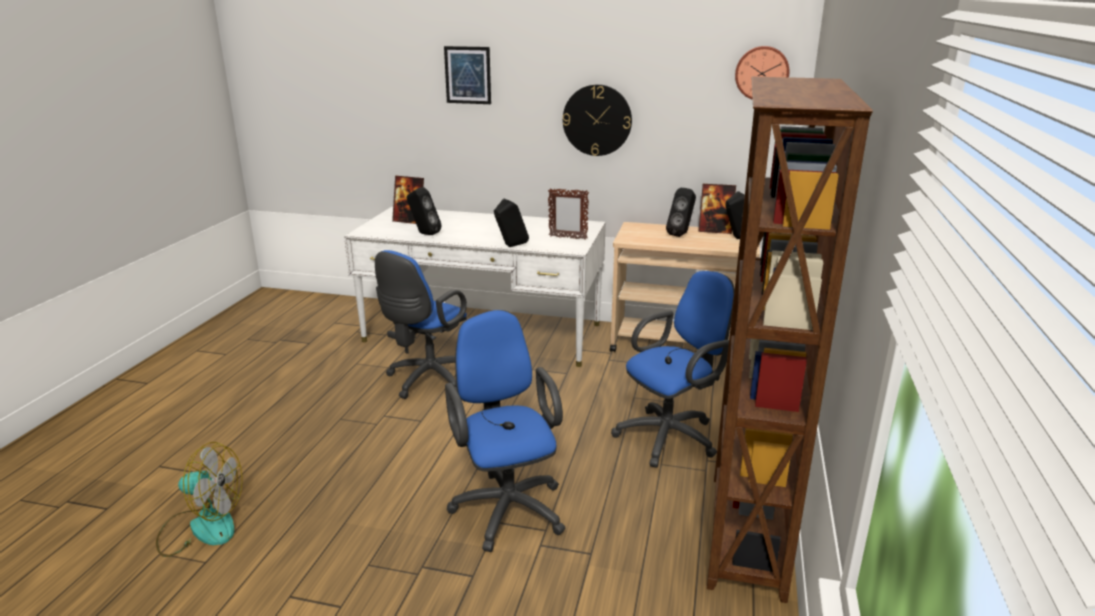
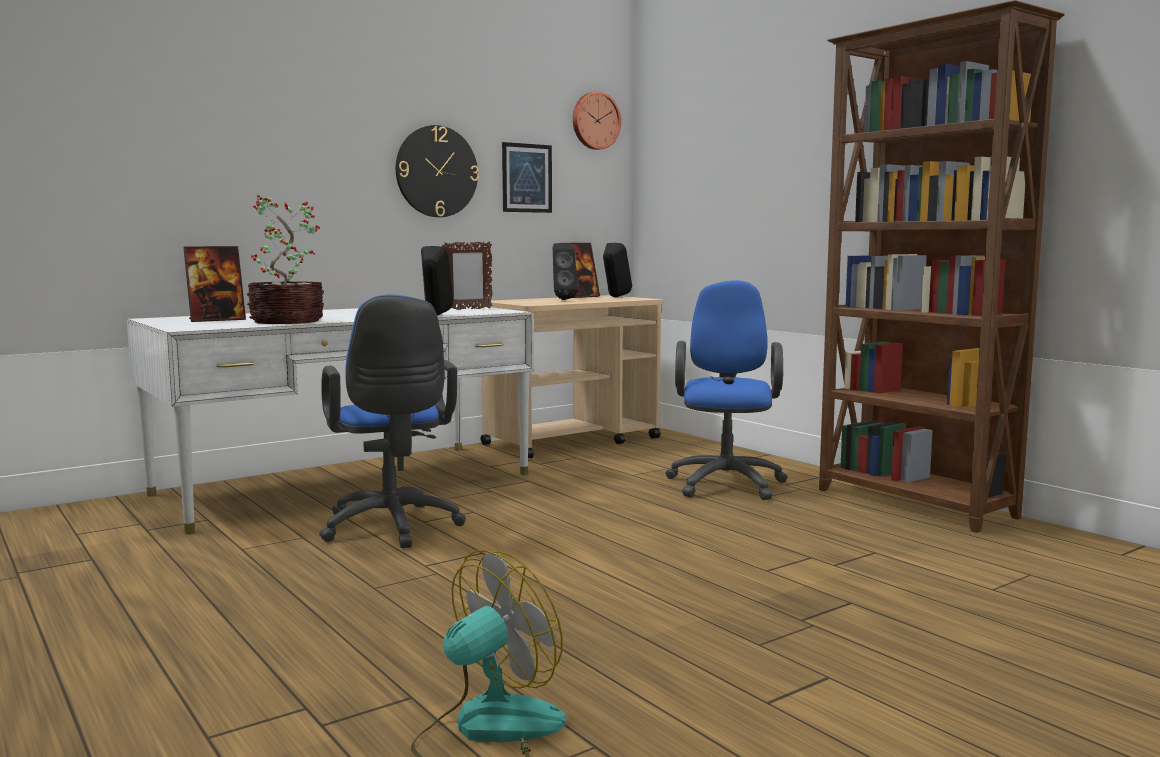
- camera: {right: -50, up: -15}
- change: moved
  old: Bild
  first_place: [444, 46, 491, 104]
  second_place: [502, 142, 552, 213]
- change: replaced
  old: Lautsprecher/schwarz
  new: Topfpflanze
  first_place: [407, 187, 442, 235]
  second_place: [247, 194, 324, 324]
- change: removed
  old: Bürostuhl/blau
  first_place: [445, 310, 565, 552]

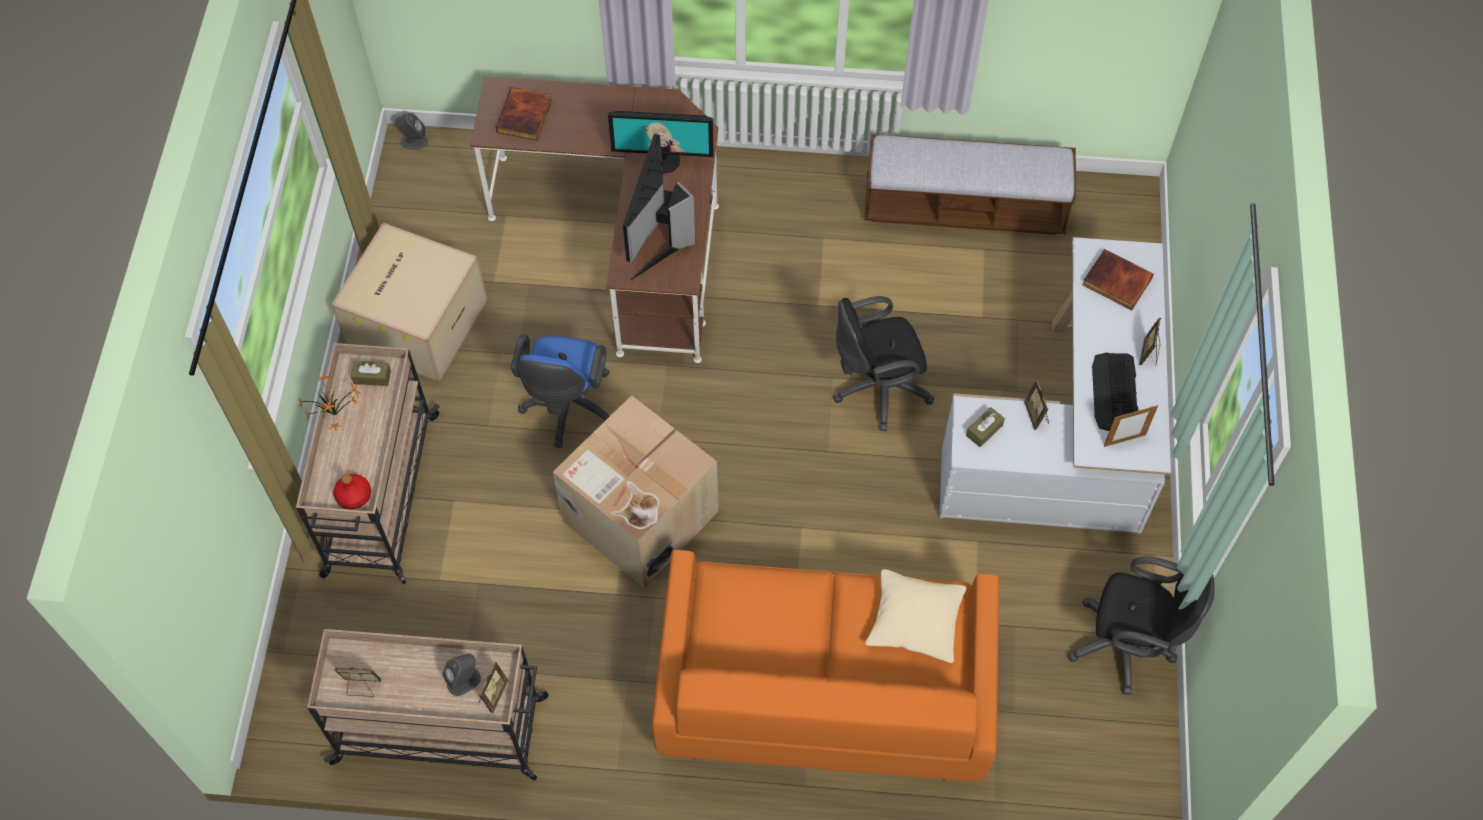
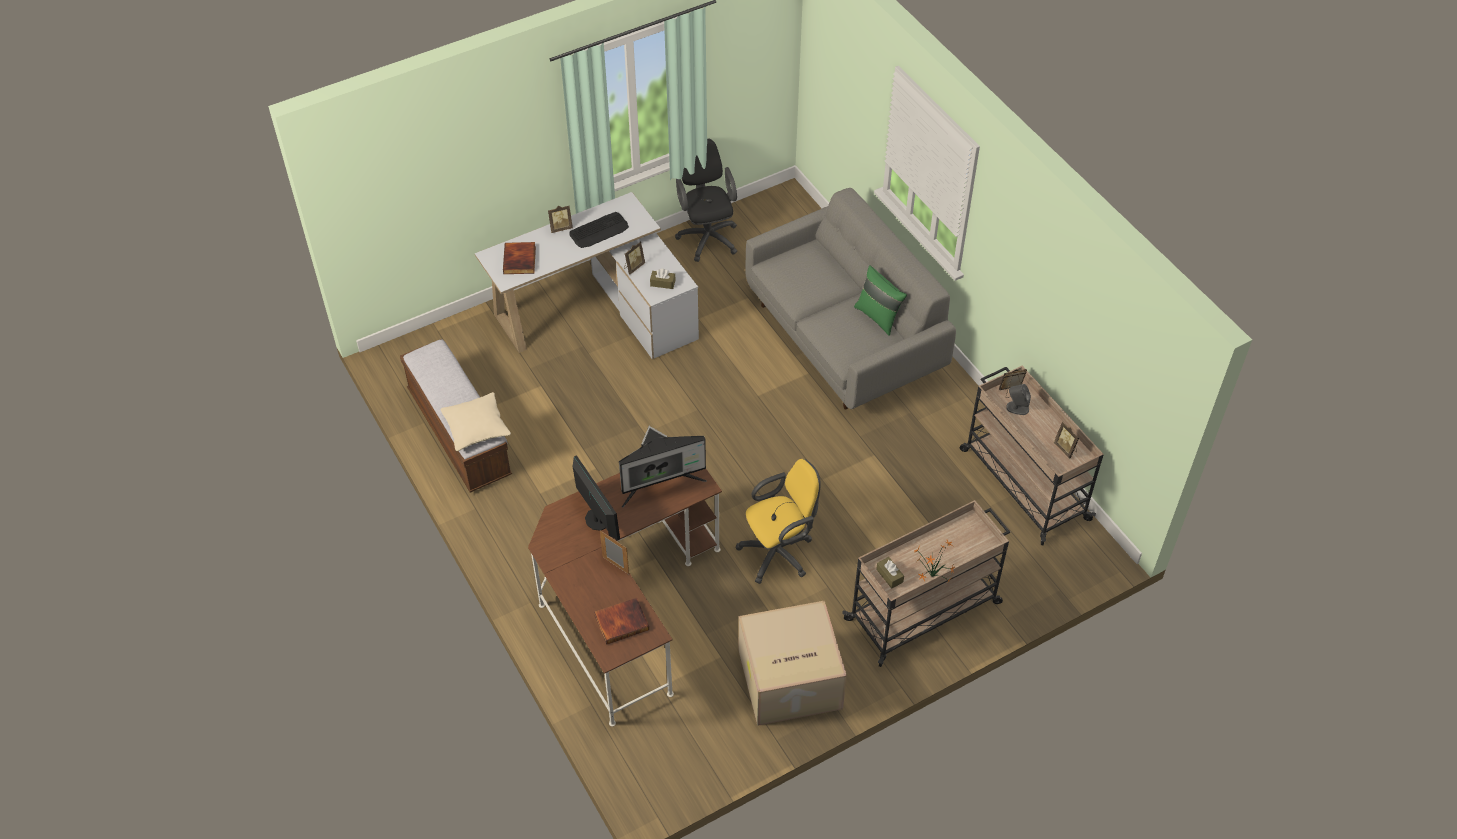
- camera: {right: -125, up: -10}
- change: removed
  old: Lautsprecher/grau
  first_place: [395, 113, 428, 149]
- change: removed
  old: Bürostuhl/schwarz
  first_place: [833, 296, 934, 431]
- change: recoloured
  old: Bürostuhl/blau
  new: Bürostuhl/gelb
  first_place: [511, 335, 610, 448]
  second_place: [735, 459, 821, 584]
- change: removed
  old: Karton
  first_place: [553, 395, 718, 588]
- change: moved
  old: Bilderrahmen
  first_place: [1104, 405, 1158, 447]
  second_place: [600, 530, 629, 574]
- change: removed
  old: Flasche/rot
  first_place: [334, 474, 371, 509]
- change: recoloured
  old: Sofa/orange
  new: Sofa/grau
  first_place: [652, 550, 999, 781]
  second_place: [745, 188, 956, 410]
- change: moved
  old: Kissen/beige
  first_place: [865, 569, 966, 663]
  second_place: [441, 392, 511, 451]
- change: added
  new: Kissen/grün
  second_place: [854, 265, 907, 336]

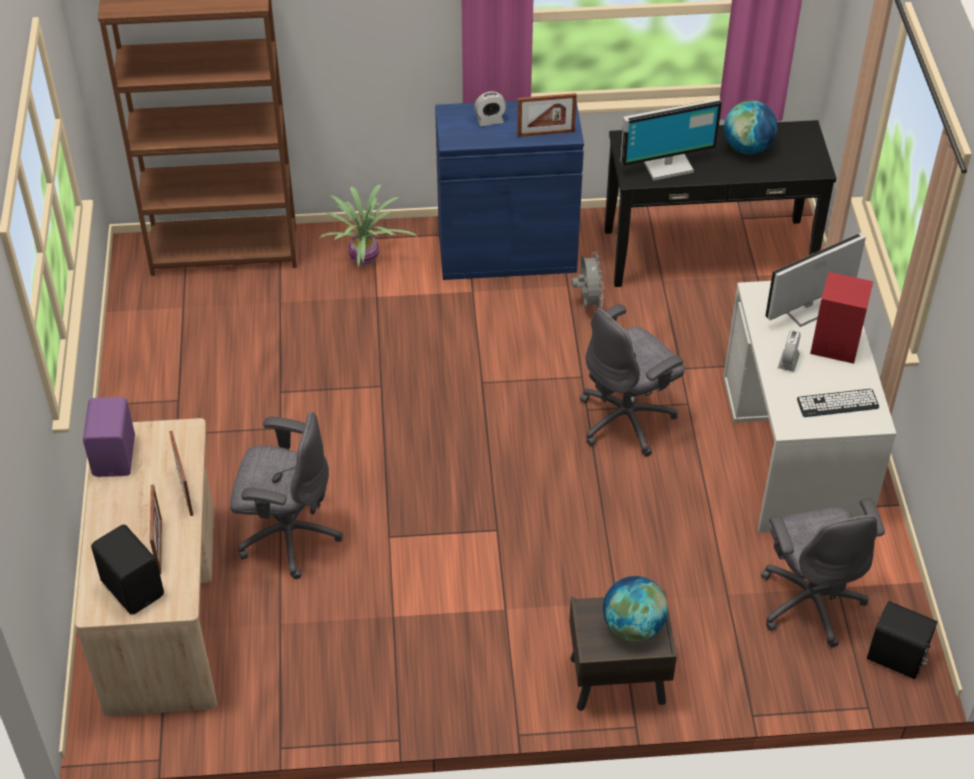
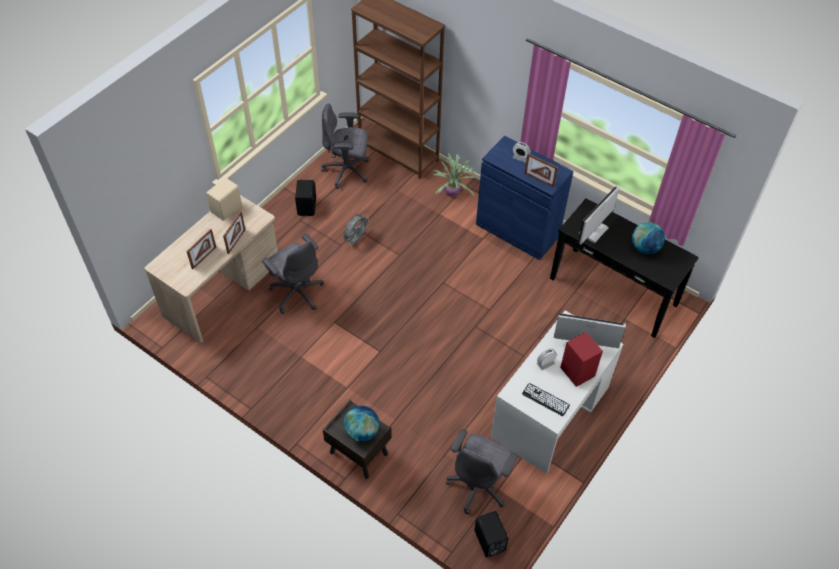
- camera: {right: 40, up: 5}
- change: turned
  old: Monitor
  first_place: [620, 98, 722, 181]
  second_place: [578, 185, 620, 245]
  degrees: 105
- change: moved
  old: Ventilator/grau
  first_place: [572, 252, 604, 308]
  second_place: [343, 214, 369, 246]
- change: moved
  old: Bürostuhl/grau
  first_place: [580, 304, 685, 456]
  second_place: [321, 103, 369, 189]
- change: recoloured
  old: Lautsprecher/lila
  new: Lautsprecher/beige
  first_place: [83, 397, 135, 477]
  second_place: [206, 178, 242, 221]
- change: moved
  old: Lautsprecher/schwarz
  first_place: [91, 524, 164, 615]
  second_place: [295, 180, 316, 216]

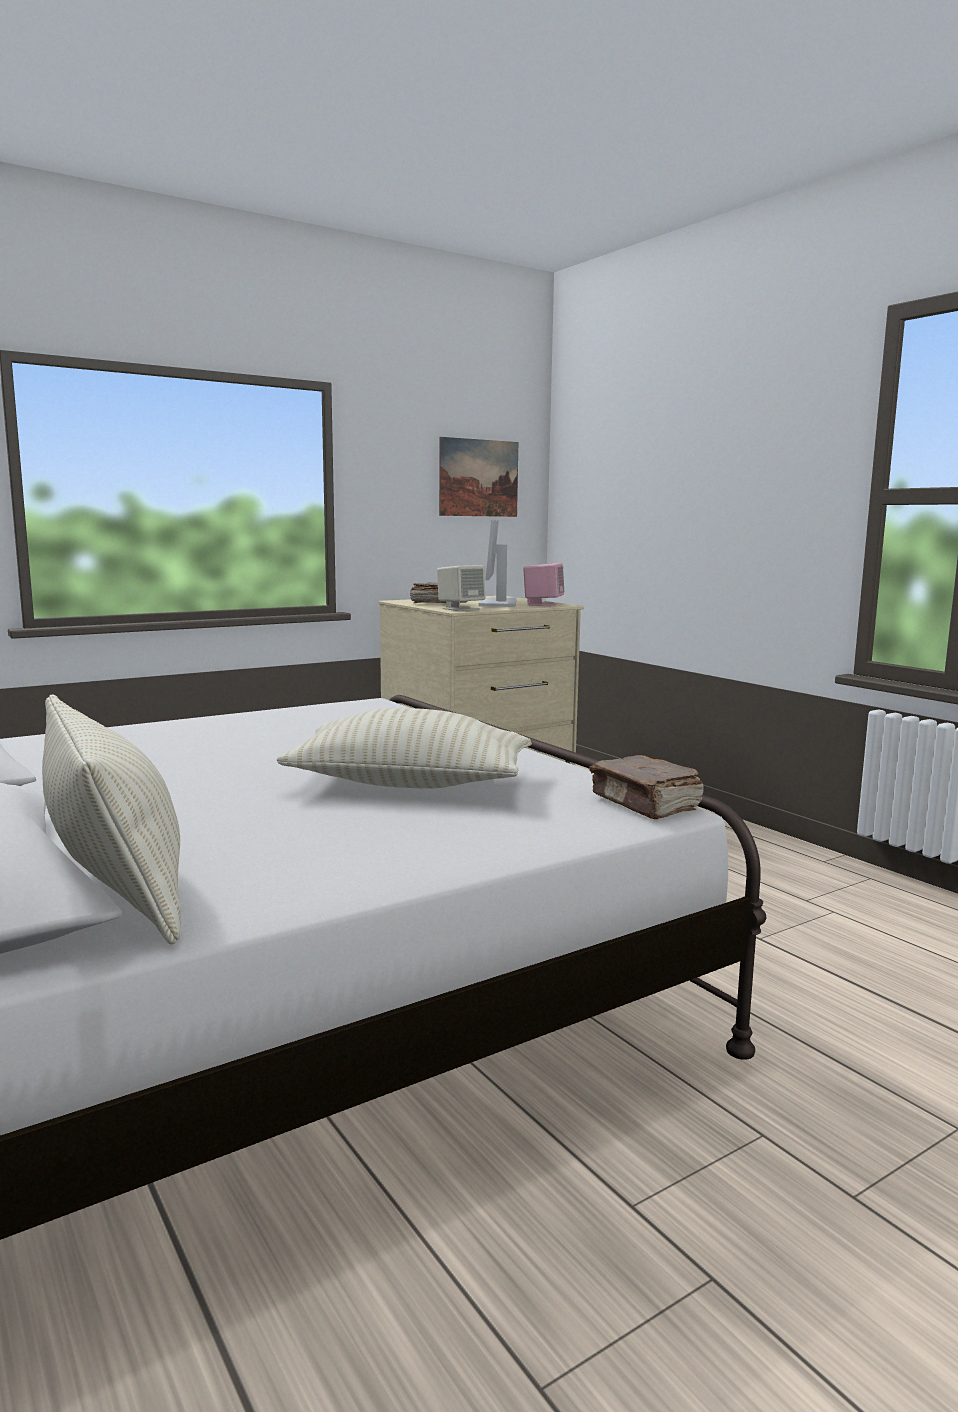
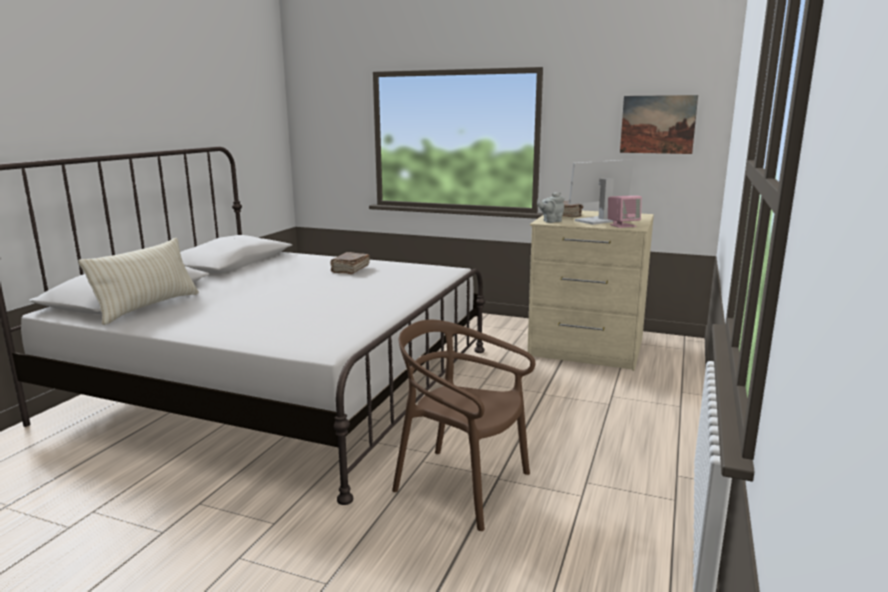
- camera: {right: 55, up: 5}
- change: replaced
  old: Lautsprecher/beige
  new: Teekanne/grau
  first_place: [437, 565, 485, 611]
  second_place: [537, 192, 565, 223]
- change: removed
  old: Kissen/beige
  first_place: [277, 708, 532, 788]
- change: moved
  old: Buch/braun
  first_place: [589, 755, 704, 819]
  second_place: [330, 252, 370, 274]
- change: added
  new: Stuhl/braun
  second_place: [392, 320, 535, 531]

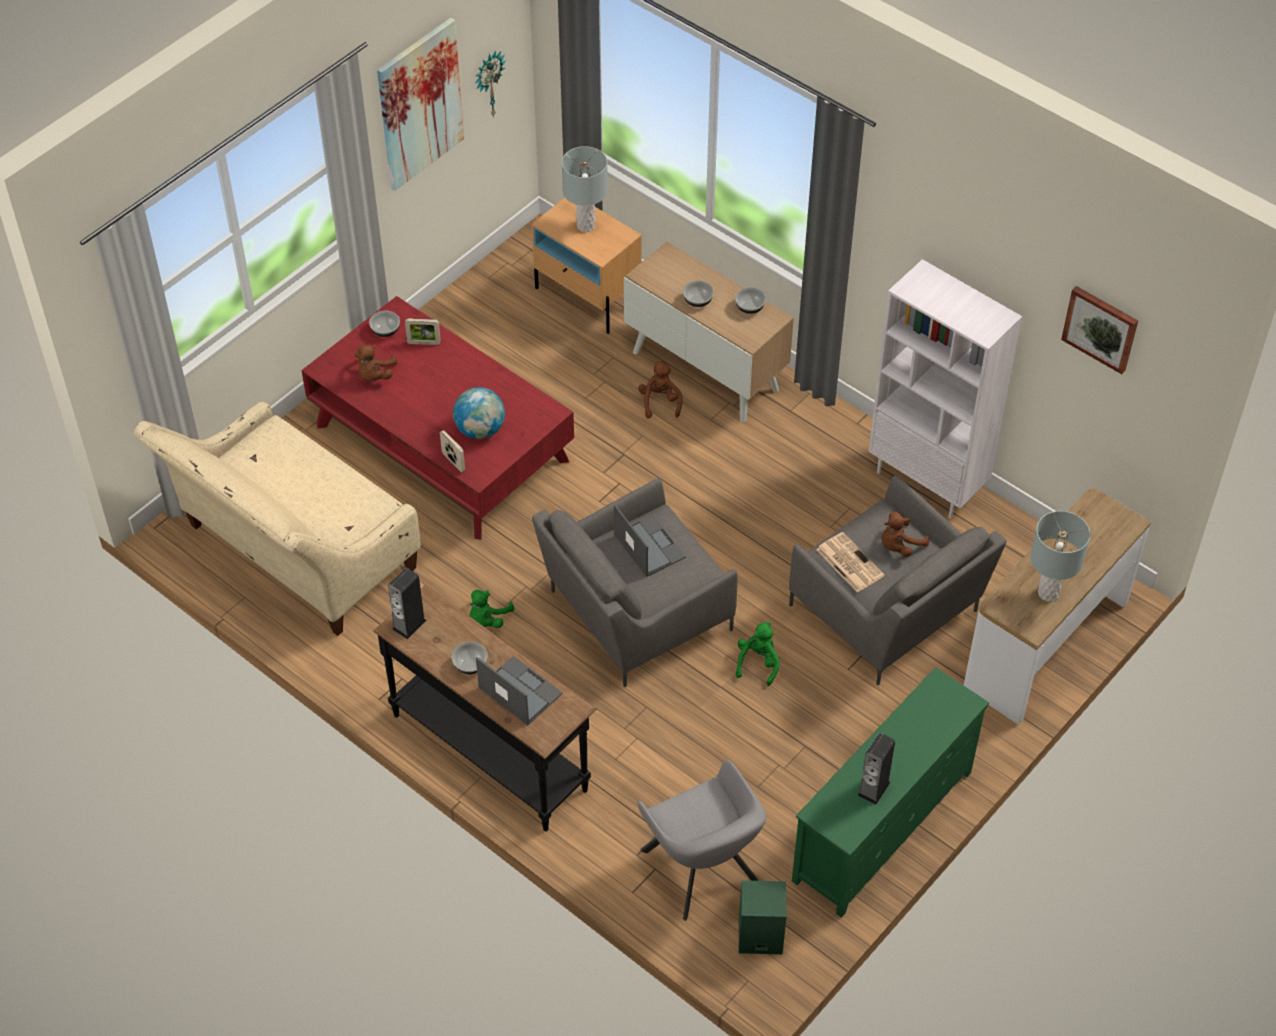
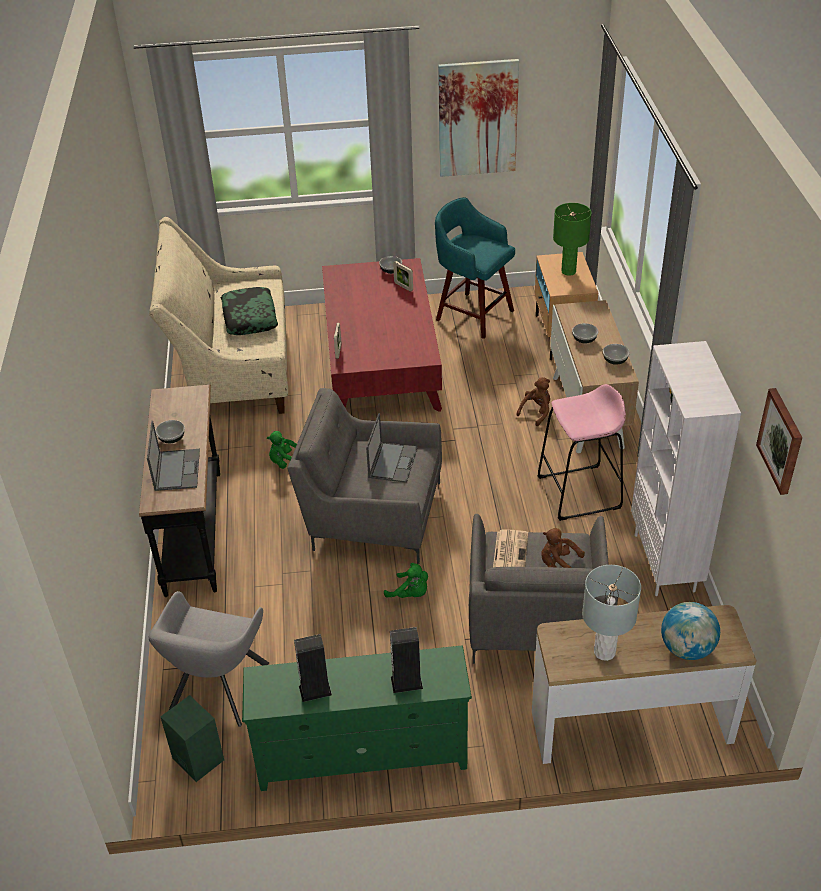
- camera: {right: 45, up: -10}
- change: removed
  old: Wanduhr
  first_place: [475, 51, 506, 118]
- change: recoloured
  old: Tischlampe/grau
  new: Tischlampe/grün
  first_place: [562, 146, 608, 232]
  second_place: [553, 203, 591, 276]
- change: removed
  old: Plüschtier/braun
  first_place: [355, 345, 398, 381]
- change: moved
  old: Globus
  first_place: [453, 387, 505, 439]
  second_place: [661, 602, 720, 660]
- change: moved
  old: Lautsprecher
  first_place: [388, 567, 427, 639]
  second_place: [390, 627, 423, 693]
- change: turned
  old: Plüschtier/grün
  first_place: [736, 622, 780, 686]
  second_place: [384, 563, 428, 598]
  degrees: 60
- change: added
  new: Hocker/türkis
  second_place: [435, 197, 515, 339]
- change: added
  new: Kissen
  second_place: [221, 287, 278, 335]
- change: added
  new: Hocker/rosa
  second_place: [537, 384, 626, 521]

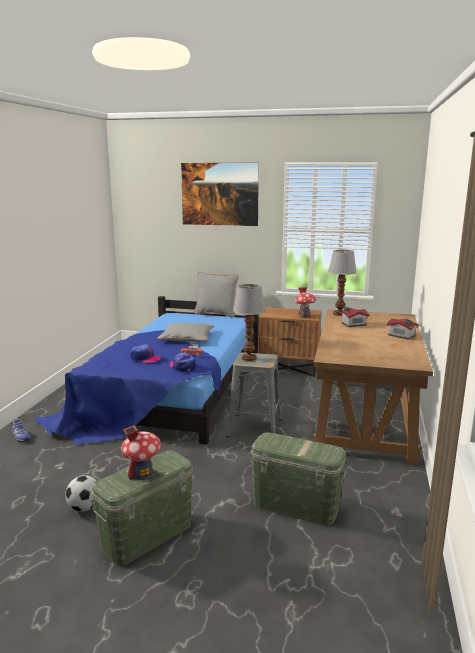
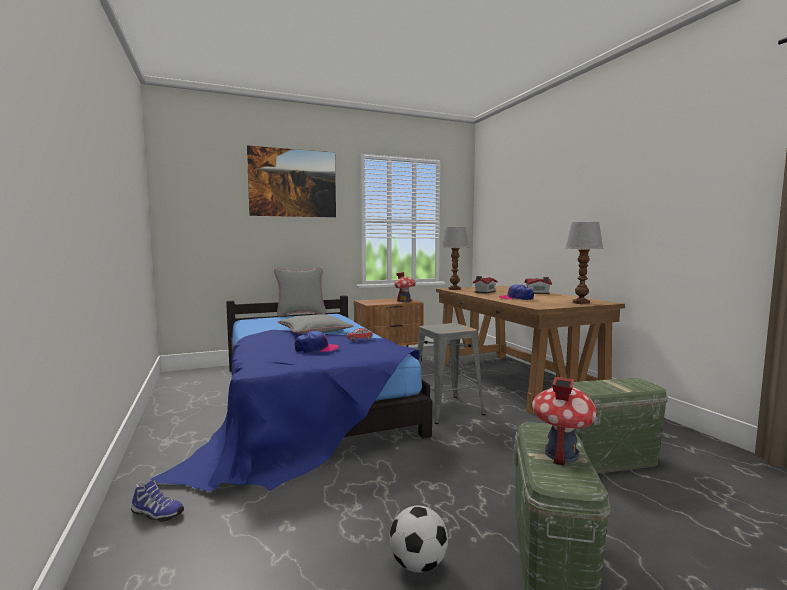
- camera: {right: -35, up: -10}
- change: moved
  old: Tischlampe
  first_place: [233, 284, 266, 362]
  second_place: [565, 222, 603, 304]
- change: moved
  old: Kappe
  first_place: [170, 353, 196, 372]
  second_place: [499, 284, 534, 300]

